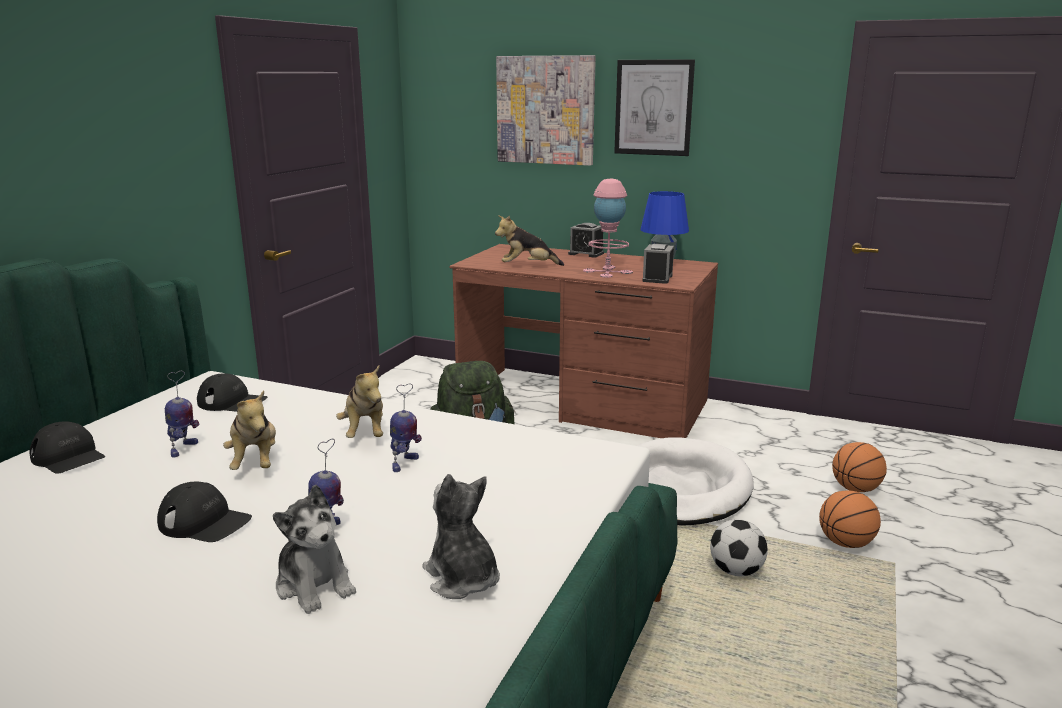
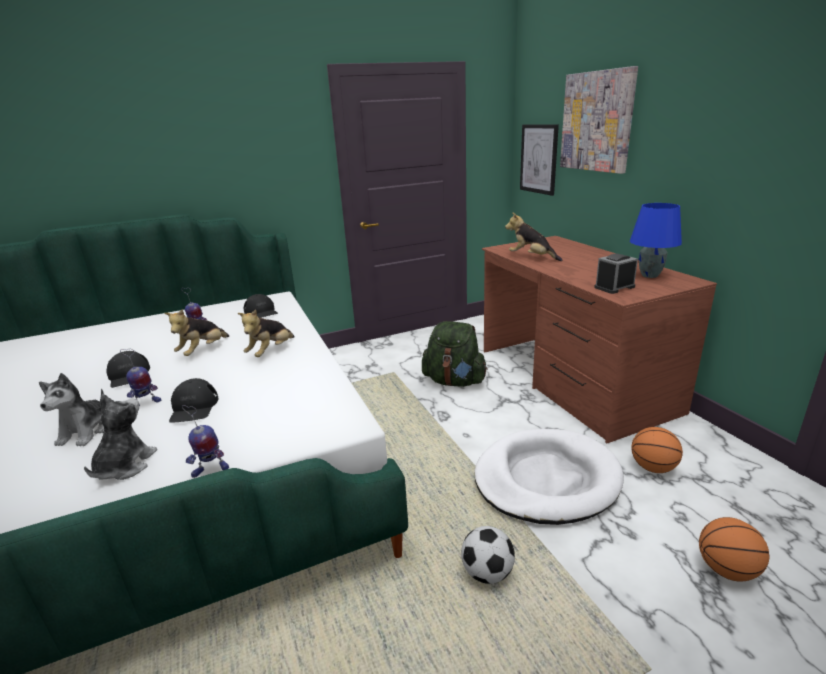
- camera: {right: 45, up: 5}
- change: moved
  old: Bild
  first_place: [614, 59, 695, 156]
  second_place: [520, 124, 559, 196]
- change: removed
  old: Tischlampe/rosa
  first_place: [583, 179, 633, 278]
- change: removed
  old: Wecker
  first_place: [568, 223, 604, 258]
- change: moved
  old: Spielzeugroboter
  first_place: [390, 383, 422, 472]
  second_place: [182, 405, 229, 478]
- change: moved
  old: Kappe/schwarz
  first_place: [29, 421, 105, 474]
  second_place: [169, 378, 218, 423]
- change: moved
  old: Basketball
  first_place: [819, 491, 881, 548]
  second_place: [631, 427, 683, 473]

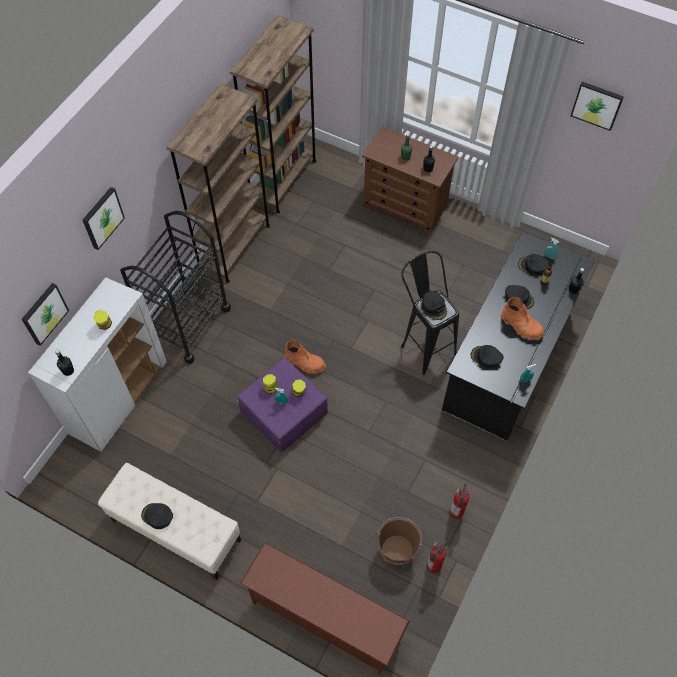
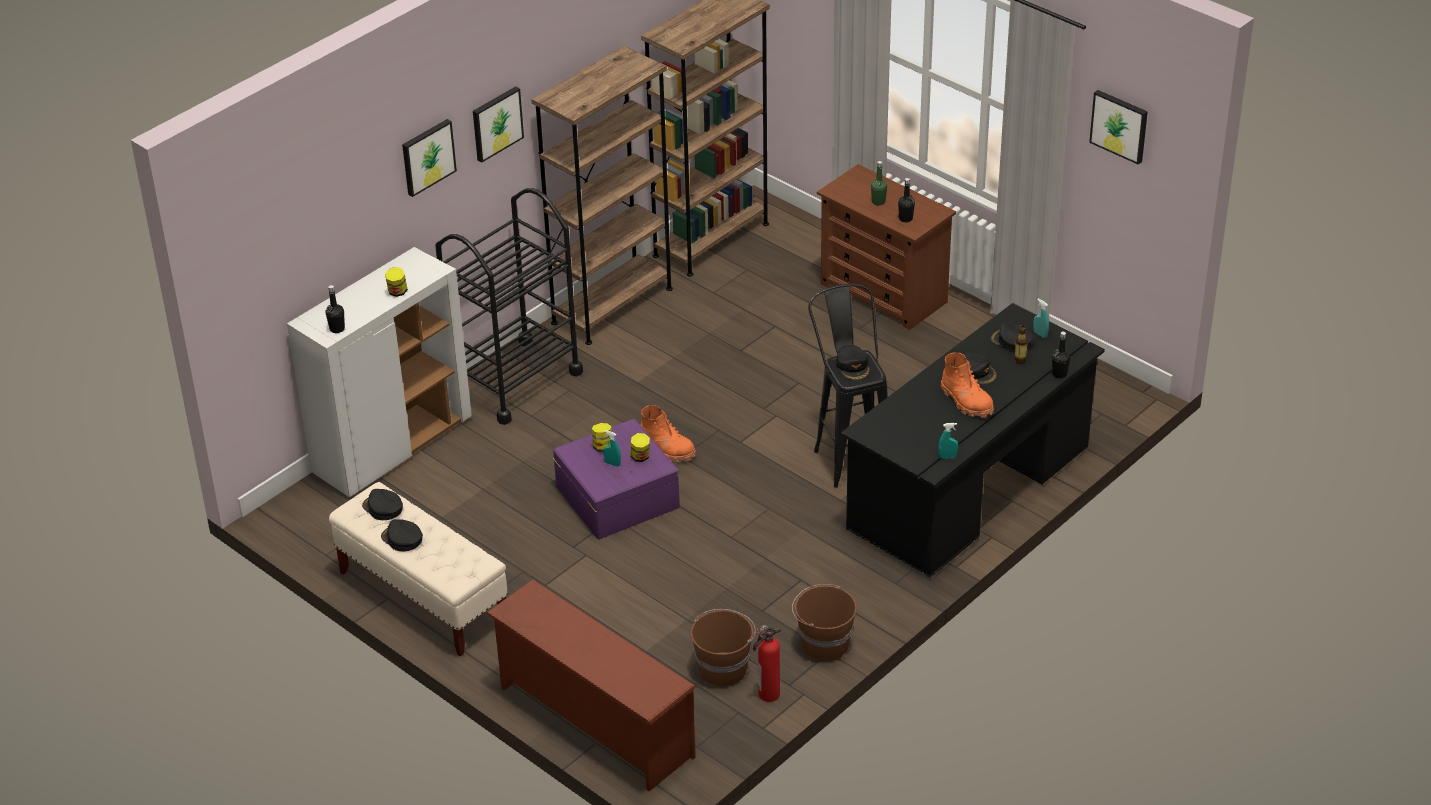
- camera: {right: 15, up: -20}
- change: moved
  old: Bild
  first_place: [22, 283, 69, 346]
  second_place: [473, 86, 524, 162]
- change: moved
  old: Kappe/schwarz
  first_place: [471, 345, 503, 369]
  second_place: [362, 489, 403, 520]
- change: replaced
  old: Feuerlöscher
  new: Eimer/braun
  first_place: [450, 483, 470, 519]
  second_place: [792, 584, 857, 661]

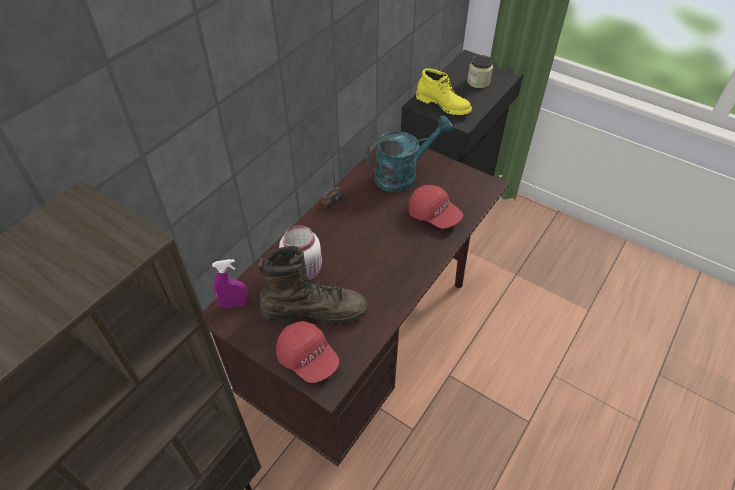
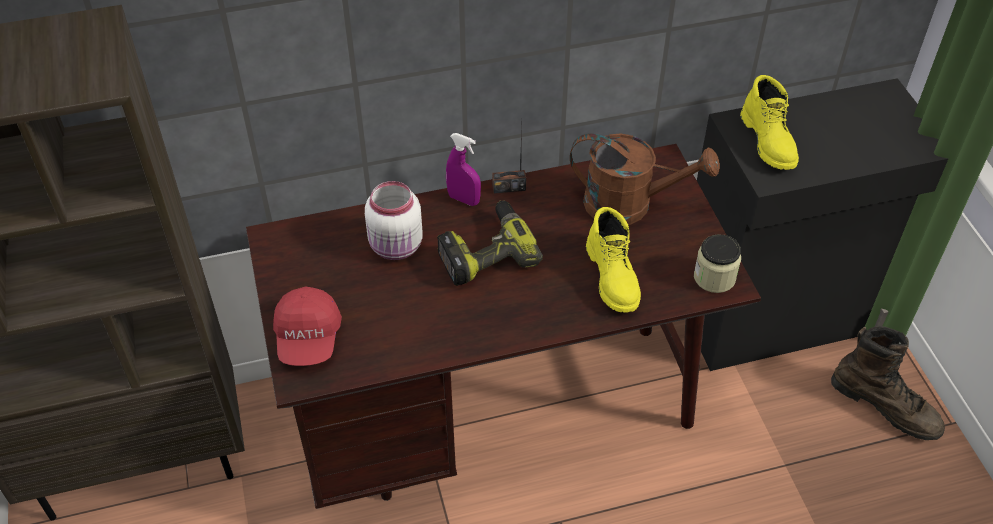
- camera: {right: 40, up: 0}
- change: moved
  old: Vorratsglas
  first_place: [467, 55, 493, 88]
  second_place: [694, 234, 741, 293]
- change: recoloured
  old: Gießkanne/türkis
  new: Gießkanne/braun
  first_place: [366, 115, 453, 192]
  second_place: [570, 133, 720, 225]
- change: replaced
  old: Kappe/rot
  new: Stiefel/gelb
  first_place: [408, 185, 463, 229]
  second_place: [586, 207, 641, 313]
- change: moved
  old: Stiefel/braun
  first_place: [258, 246, 368, 323]
  second_place: [831, 326, 945, 440]
- change: moved
  old: Sprühflasche/lila
  first_place: [212, 259, 248, 308]
  second_place: [446, 133, 481, 206]
- change: added
  new: Bohrmaschine
  second_place: [437, 200, 543, 286]

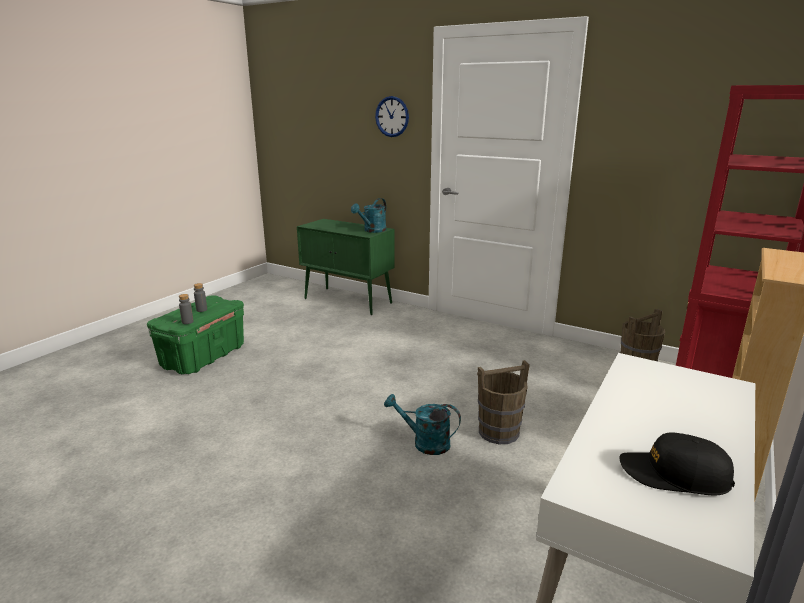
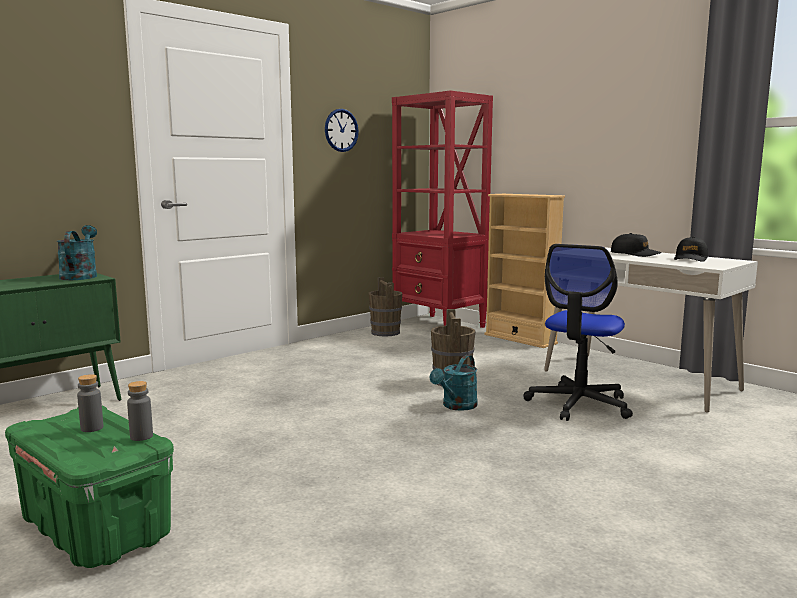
- camera: {right: -75, up: -10}
- change: moved
  old: Wanduhr
  first_place: [375, 96, 409, 137]
  second_place: [325, 109, 359, 152]
- change: turned
  old: Gießkanne/türkis
  first_place: [351, 198, 386, 233]
  second_place: [57, 225, 97, 280]
  degrees: -150
- change: added
  new: Kappe/schwarz
  second_place: [611, 233, 661, 257]
- change: added
  new: Bürostuhl
  second_place: [523, 244, 633, 421]

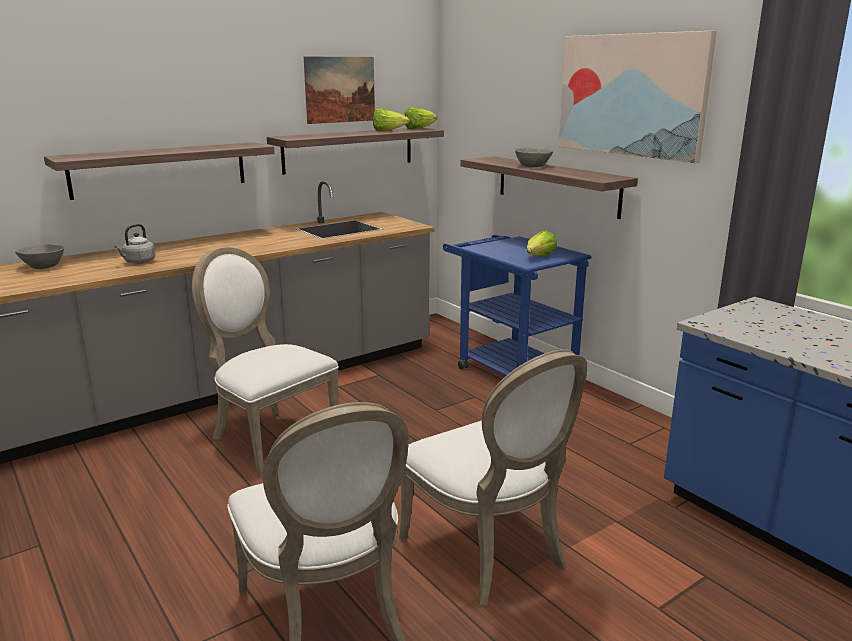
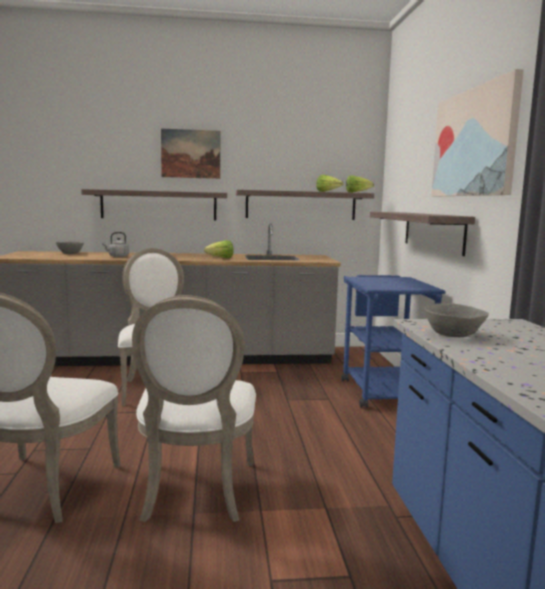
- camera: {right: 30, up: -10}
- change: moved
  old: Bild
  first_place: [304, 56, 375, 124]
  second_place: [161, 129, 220, 179]
- change: moved
  old: Schüssel/grau
  first_place: [515, 148, 553, 167]
  second_place: [424, 303, 489, 337]
- change: moved
  old: Salatkopf
  first_place: [527, 230, 557, 256]
  second_place: [204, 240, 234, 258]

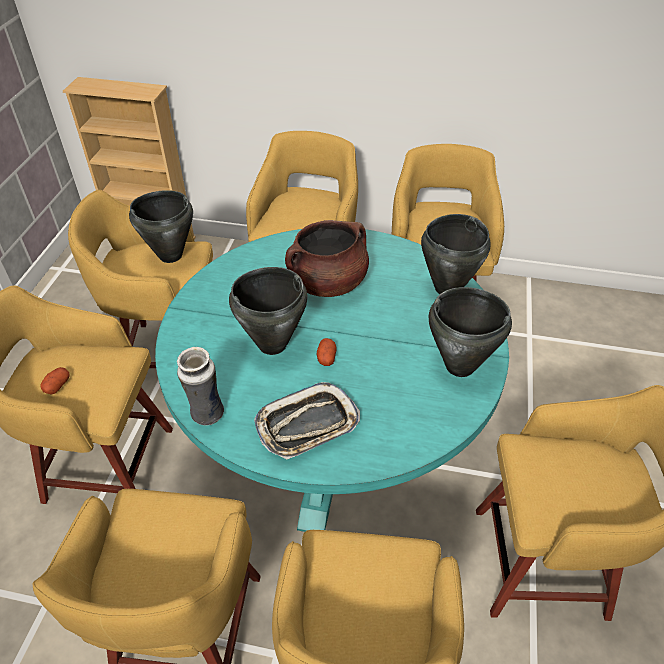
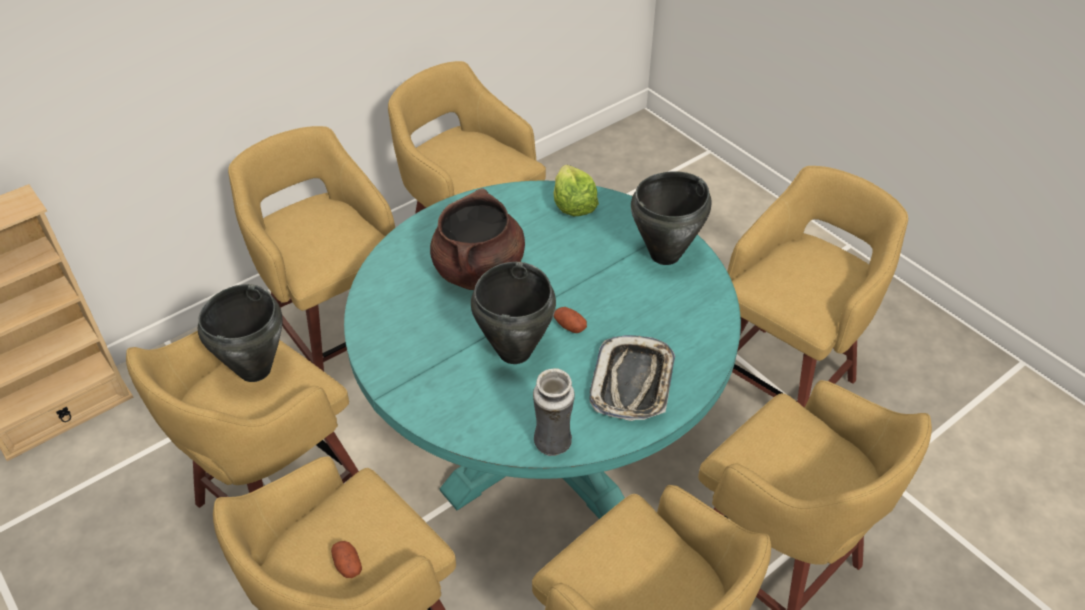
- camera: {right: -50, up: 0}
- change: replaced
  old: Kochtopf/schwarz
  new: Salatkopf
  first_place: [421, 214, 491, 294]
  second_place: [554, 165, 599, 216]

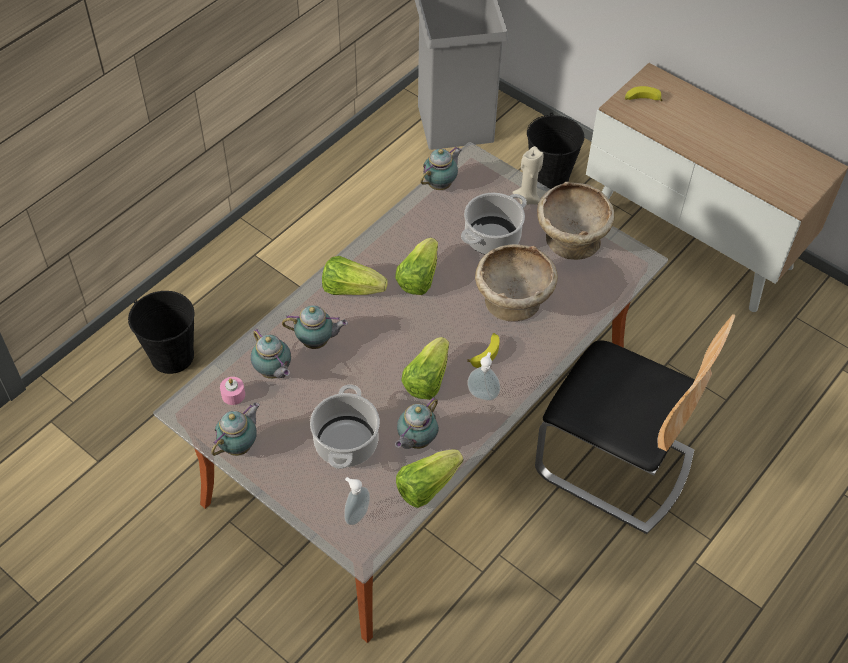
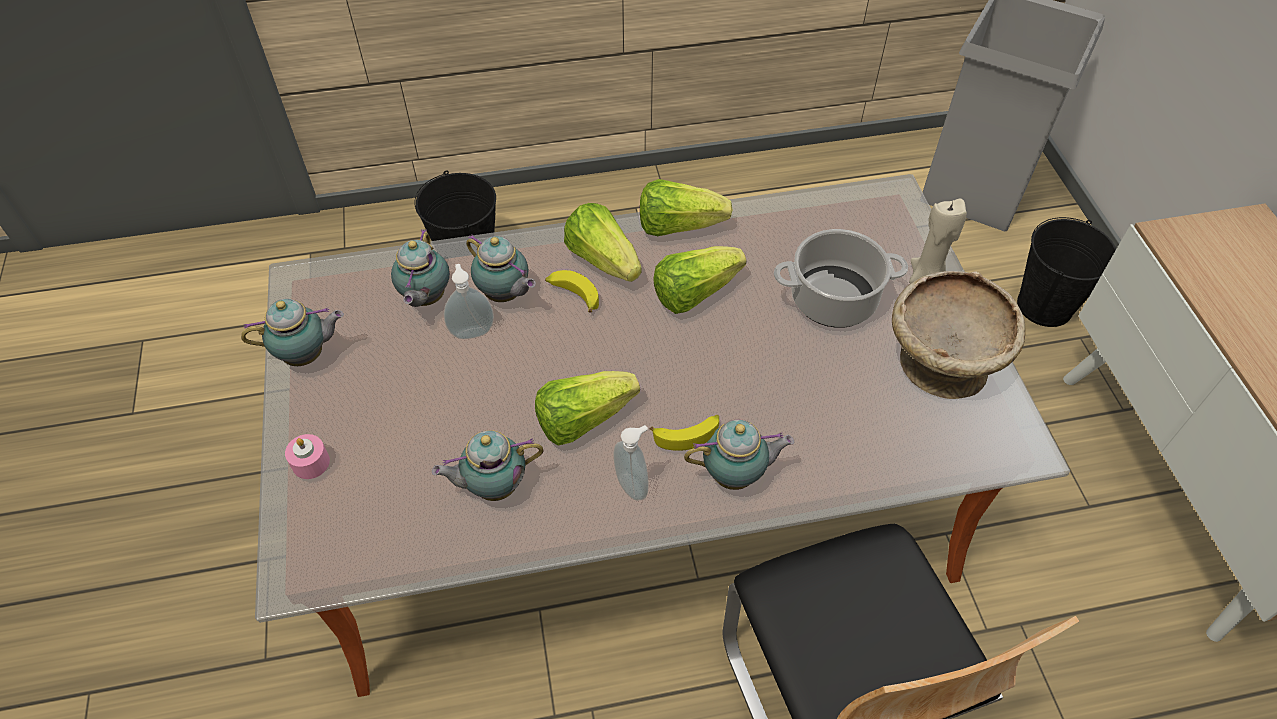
- camera: {right: 40, up: 0}
- change: moved
  old: Banane
  first_place: [625, 86, 662, 101]
  second_place: [545, 270, 599, 312]
- change: moved
  old: Teekanne
  first_place: [420, 147, 462, 190]
  second_place: [684, 420, 794, 490]
- change: removed
  old: Schüssel/beige
  first_place: [475, 244, 558, 322]
- change: moved
  old: Kerze/rosa
  first_place: [220, 377, 245, 405]
  second_place: [285, 434, 330, 479]
- change: removed
  old: Kochtopf
  first_place: [310, 385, 380, 469]
- change: moved
  old: Salatkopf
  first_place: [396, 449, 463, 508]
  second_place: [640, 179, 733, 236]
- change: moved
  old: Seifenspender
  first_place: [344, 477, 370, 525]
  second_place: [444, 264, 494, 339]

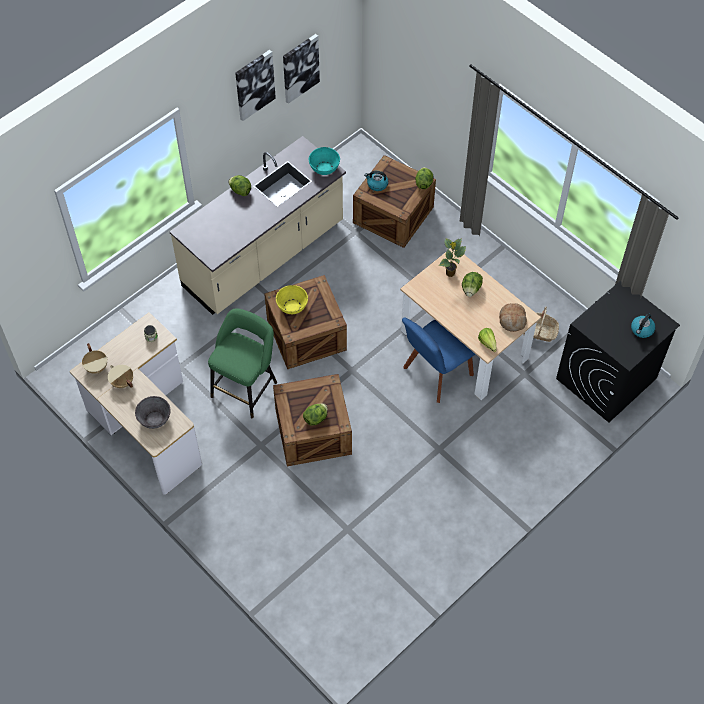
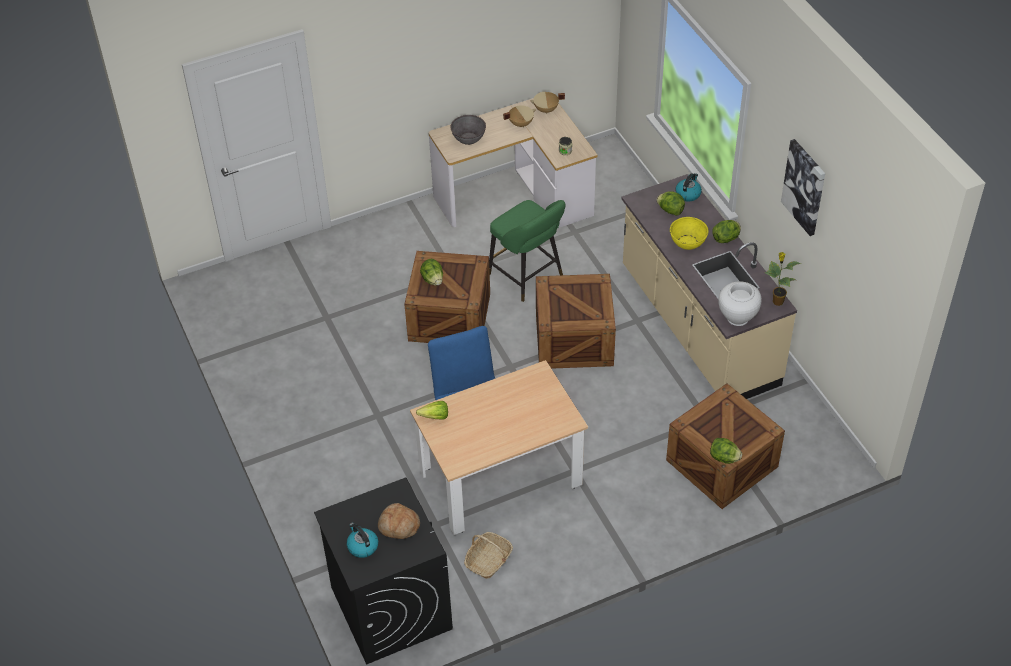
- camera: {right: 110, up: -10}
- change: removed
  old: Bild
  first_place: [283, 34, 320, 104]
- change: replaced
  old: Schüssel/türkis
  new: Vase/weiß
  first_place: [309, 147, 340, 175]
  second_place: [718, 281, 762, 326]
- change: moved
  old: Wasserkessel
  first_place: [364, 171, 388, 191]
  second_place: [675, 173, 702, 202]
- change: moved
  old: Topfpflanze
  first_place: [439, 238, 466, 277]
  second_place: [765, 252, 801, 306]
- change: moved
  old: Salatkopf
  first_place: [462, 272, 483, 297]
  second_place: [656, 191, 685, 216]
- change: moved
  old: Schüssel/gelb
  first_place: [276, 285, 308, 314]
  second_place: [670, 217, 709, 250]
- change: moved
  old: Brot
  first_place: [499, 303, 527, 332]
  second_place: [378, 503, 420, 539]

